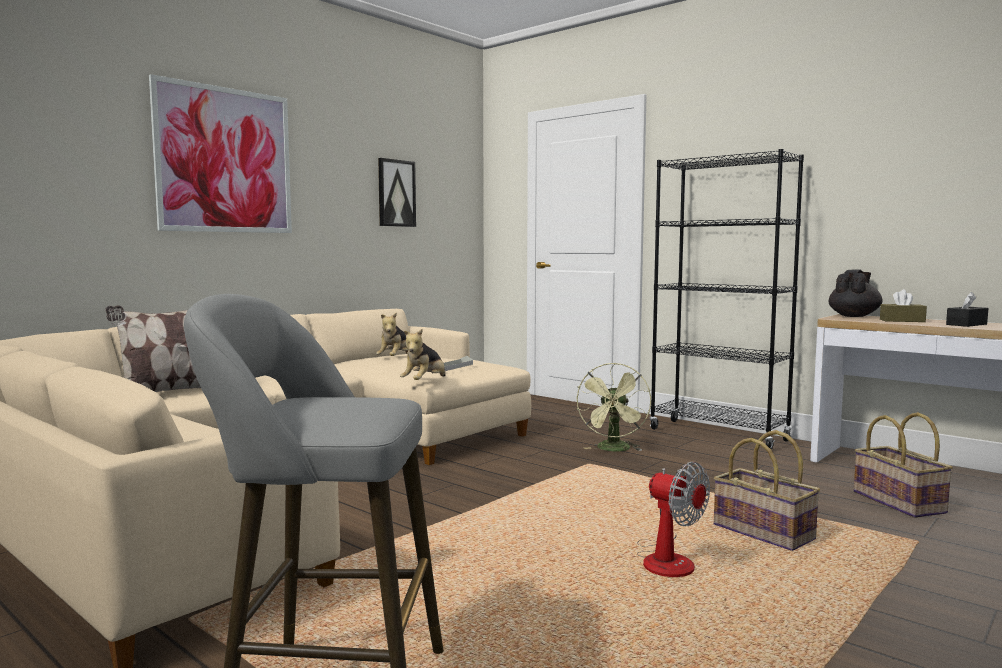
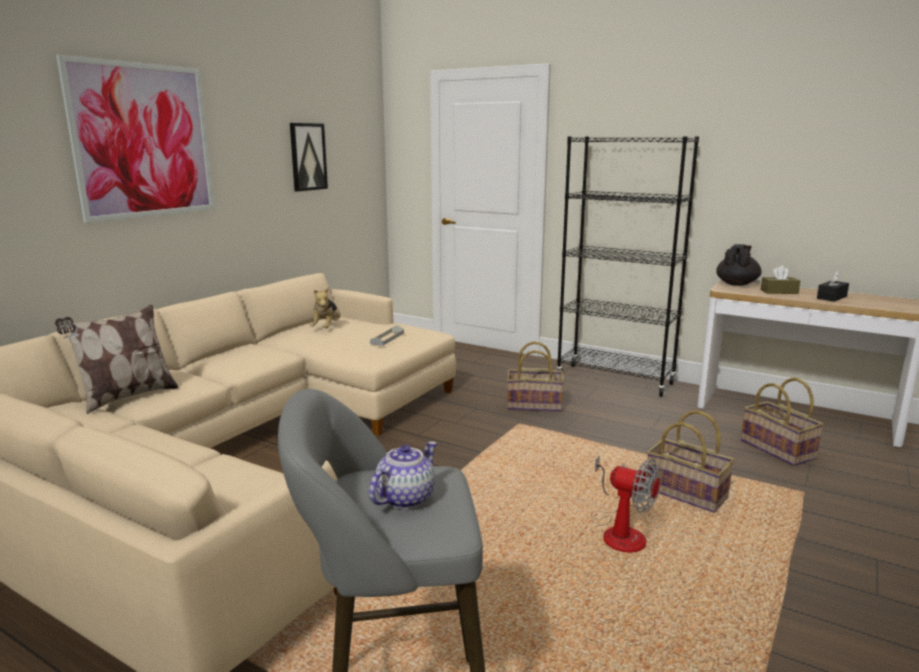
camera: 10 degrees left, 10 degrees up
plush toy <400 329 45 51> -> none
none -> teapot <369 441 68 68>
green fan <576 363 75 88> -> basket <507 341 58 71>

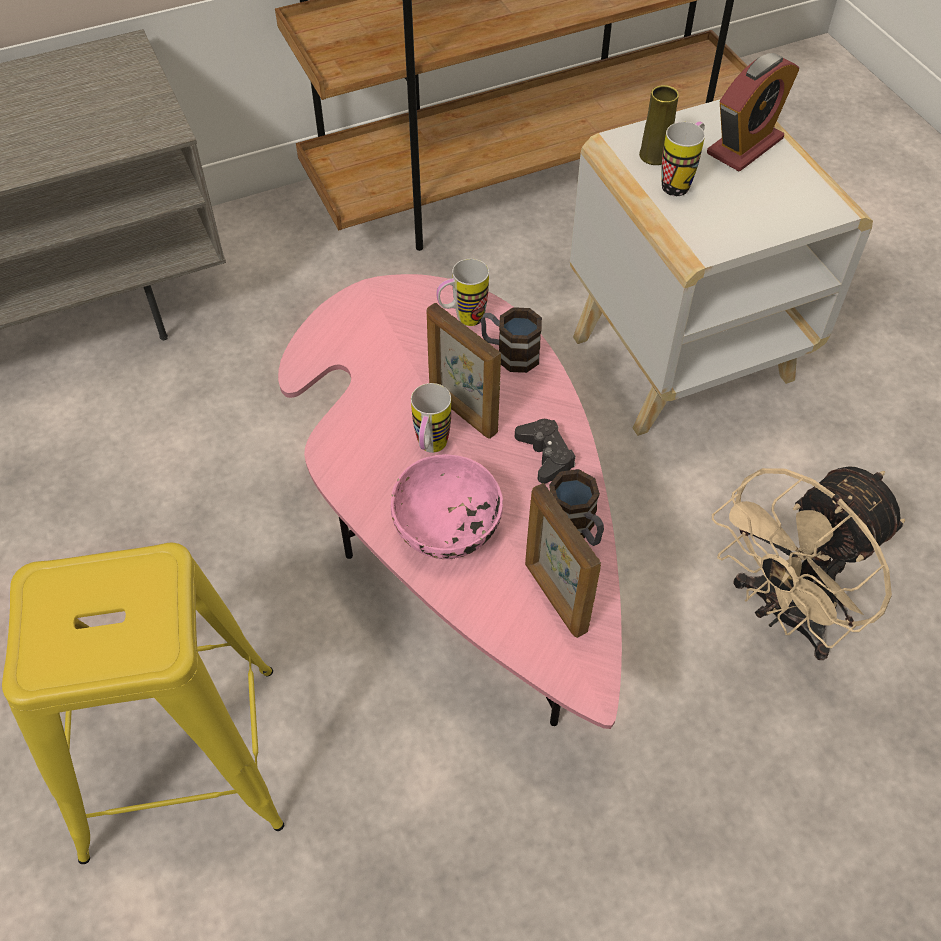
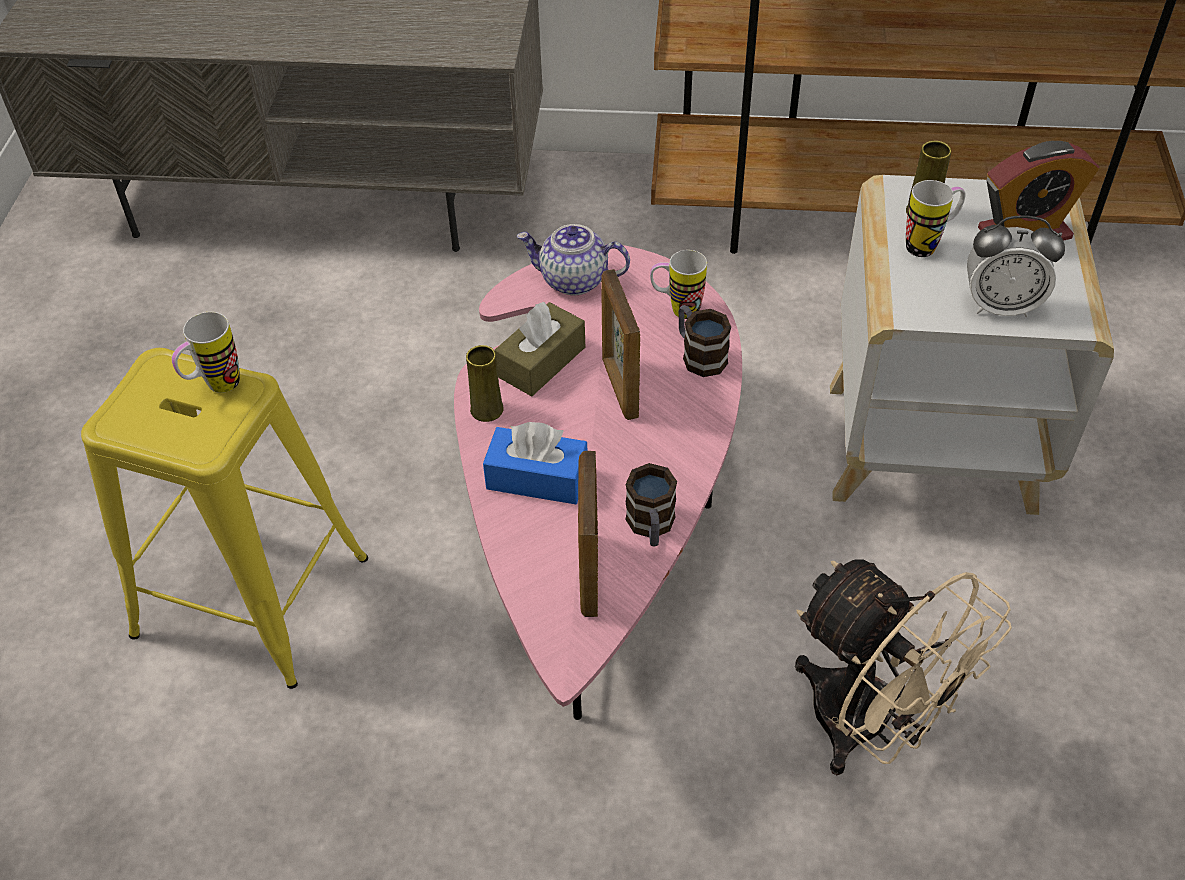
camera: 30 degrees right, 5 degrees down
black game controller <515 419 61 65> -> none
none -> yellow vase <466 345 38 77>
none -> brown tissue box <494 302 91 94>
none -> teapot <517 224 113 71>
none -> alarm clock <967 215 98 102>
mug <411 383 40 70> -> mug <172 312 68 81>, shifted
pink bowl <391 454 112 105> -> blue tissue box <483 422 105 82>
beige fan <712 466 193 194> -> beige fan <795 560 217 215>, 120 degrees counterclockwise

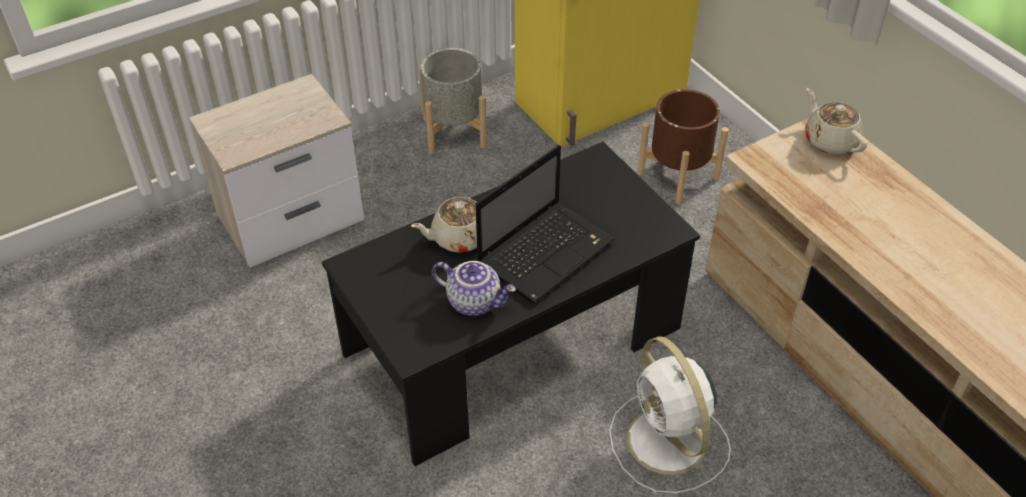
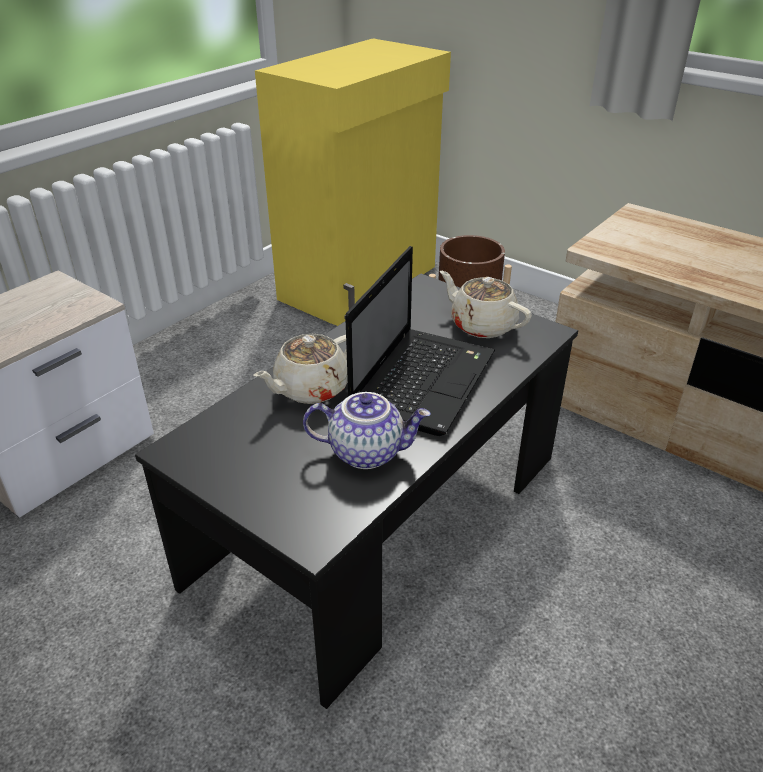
camera: 20 degrees left, 10 degrees down
grey planter <419 48 68 106> -> none
white fan <609 336 122 158> -> none
beige teapot <805 88 62 67> -> beige teapot <440 271 92 67>, shifted

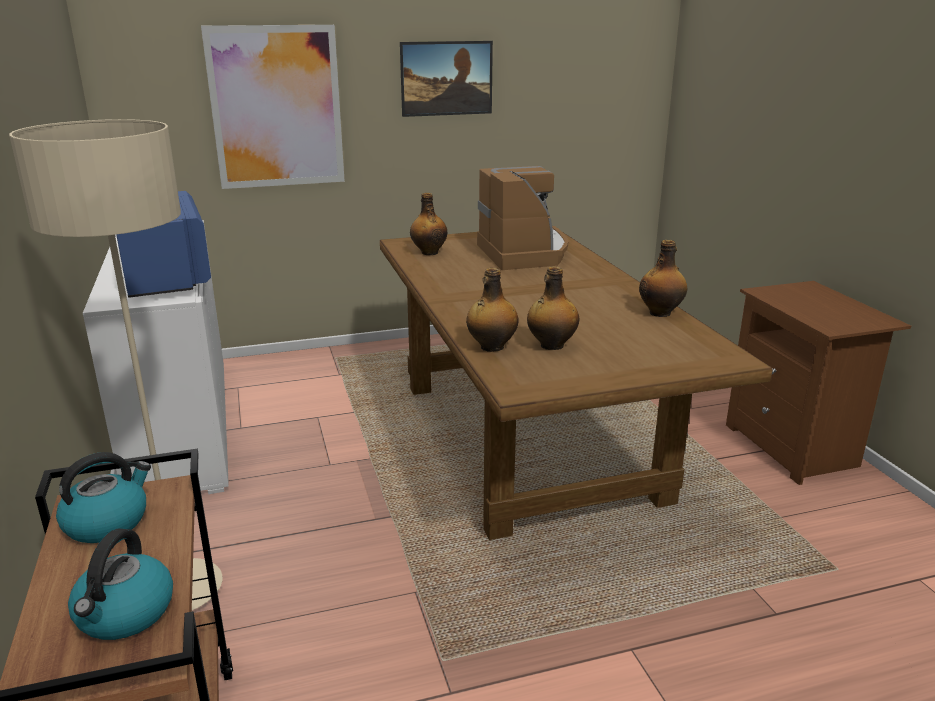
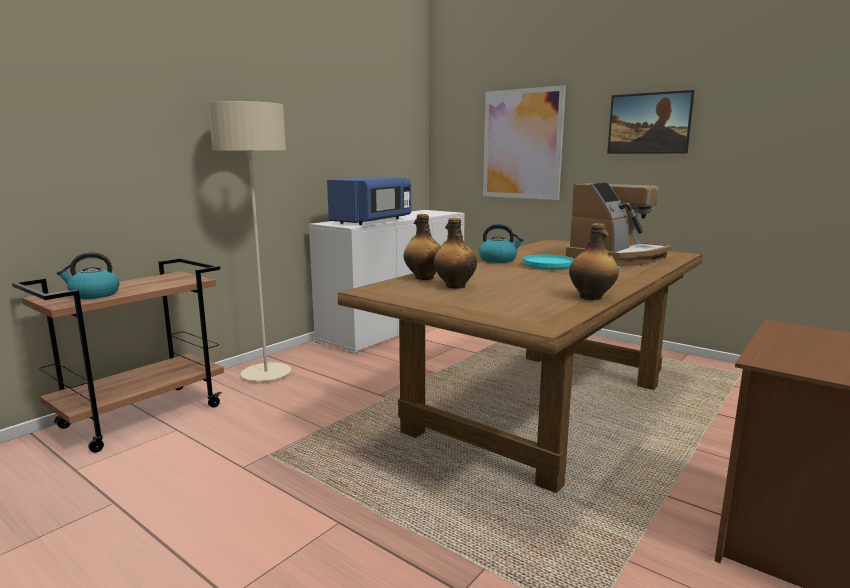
camera: 55 degrees right, 10 degrees down
bottle <410 193 37 62> -> none
none -> turquoise frying pan <523 254 97 16>
kettle <56 452 95 91> -> kettle <479 224 44 39>, shifted

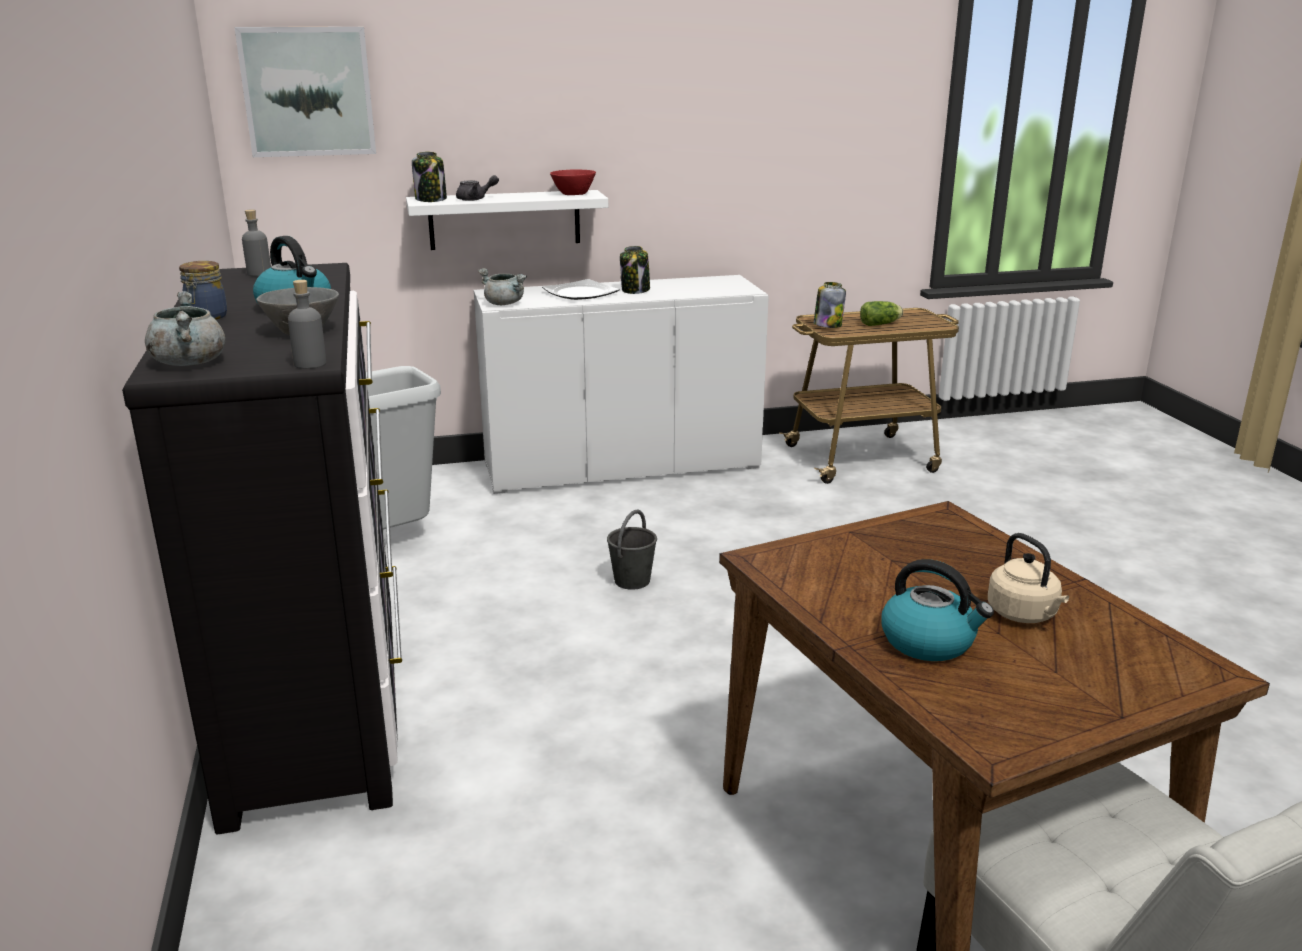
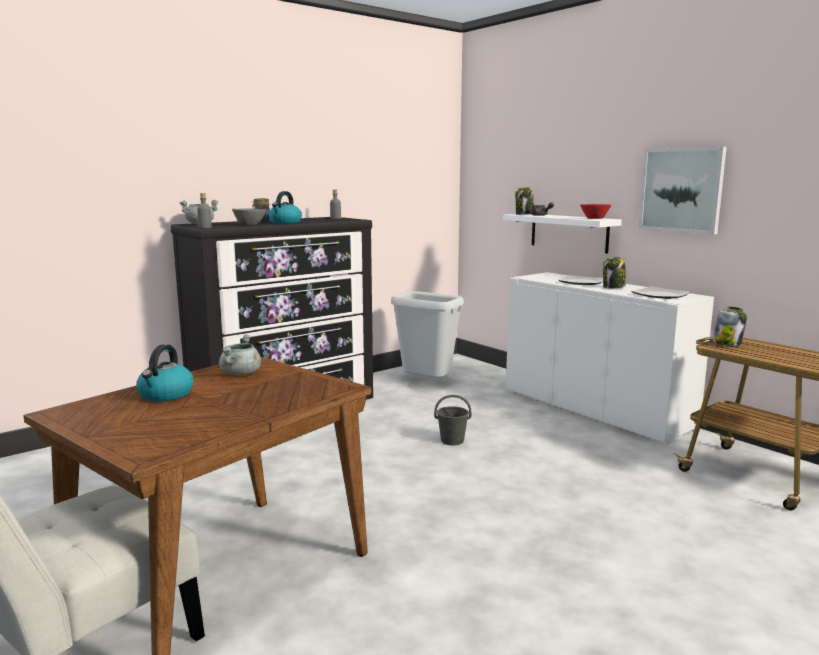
camera: 65 degrees right, 10 degrees down
lettuce <860 301 43 25> -> none
beige kettle <988 533 81 90> -> none
none -> plate <631 286 60 13>
picture <234 27 142 130> -> picture <639 147 88 87>, shifted
grey cooking pot <478 268 49 37> -> grey cooking pot <219 335 42 40>, shifted

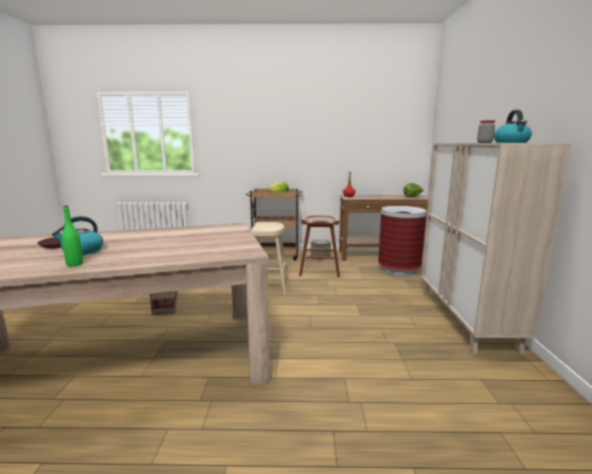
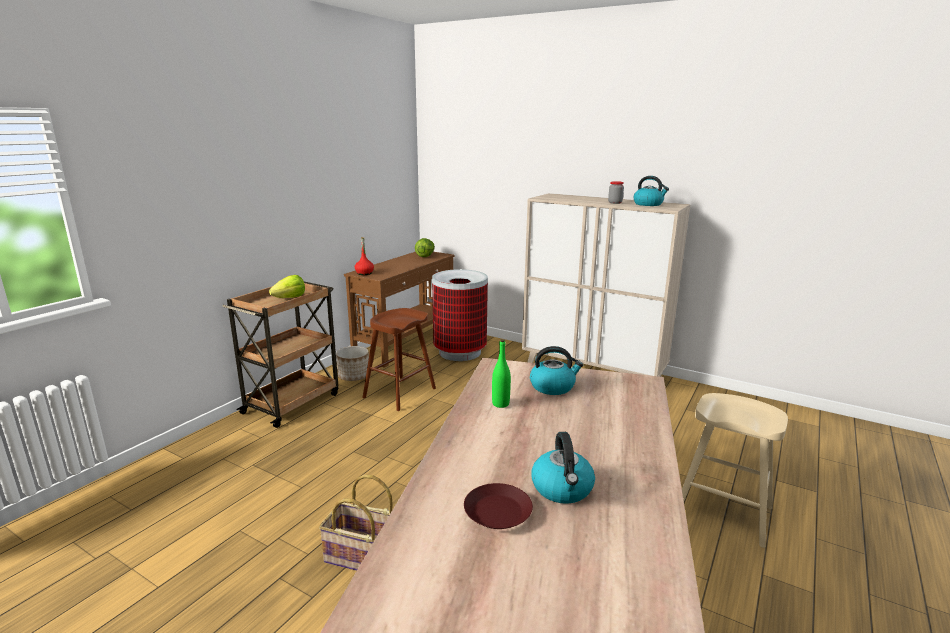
camera: 60 degrees left, 5 degrees up
none -> kettle <530 346 54 49>
green bottle <62 206 21 61> -> green bottle <492 339 19 69>, shifted
beige stool <251 222 38 73> -> beige stool <682 393 106 155>, shifted

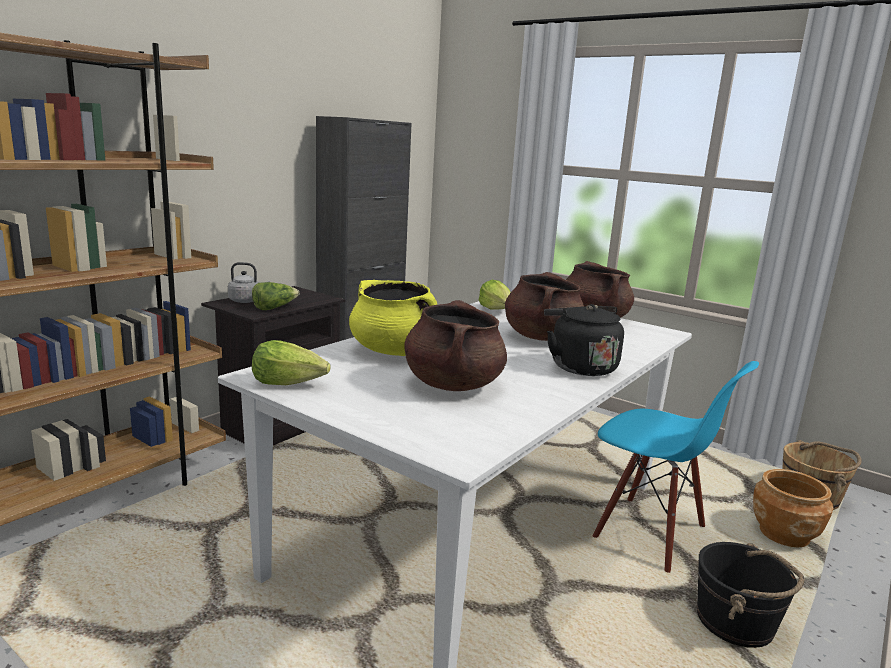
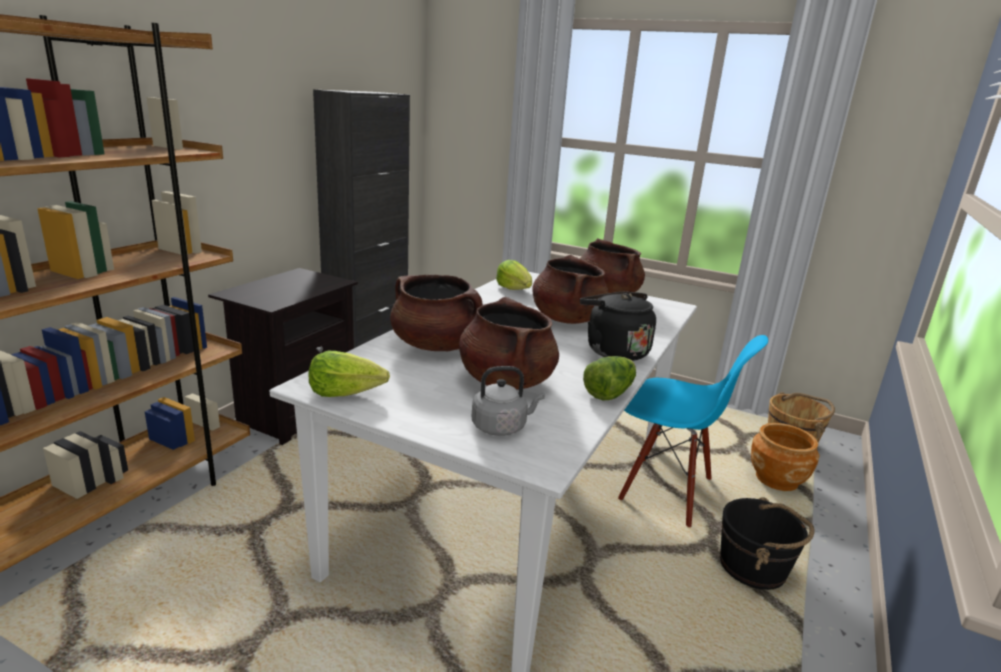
camera: 10 degrees left, 5 degrees up
grey kettle <228 262 41 41> -> grey kettle <472 366 73 70>, shifted
lettuce <252 282 47 28> -> lettuce <583 356 53 45>, shifted
yellow cooking pot <349 280 88 76> -> brown cooking pot <390 275 93 77>

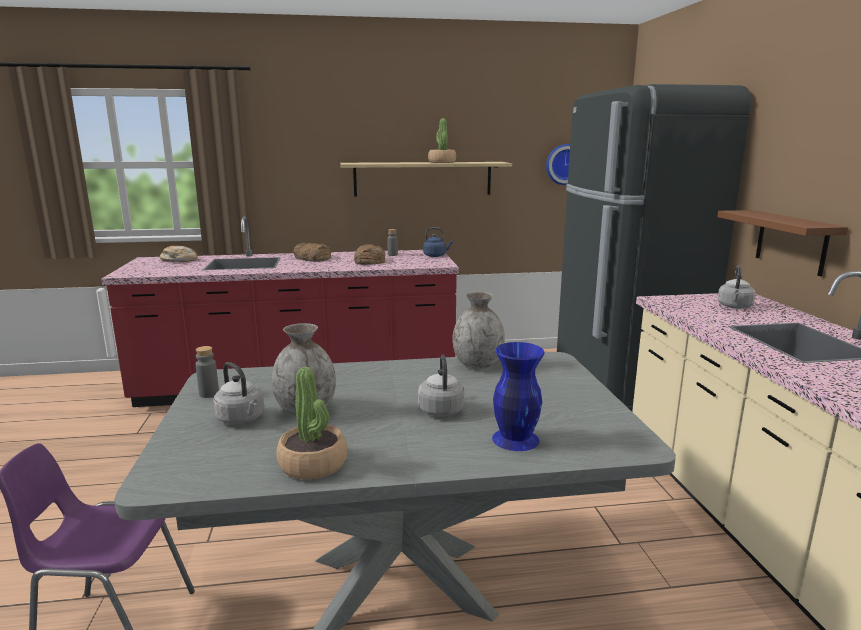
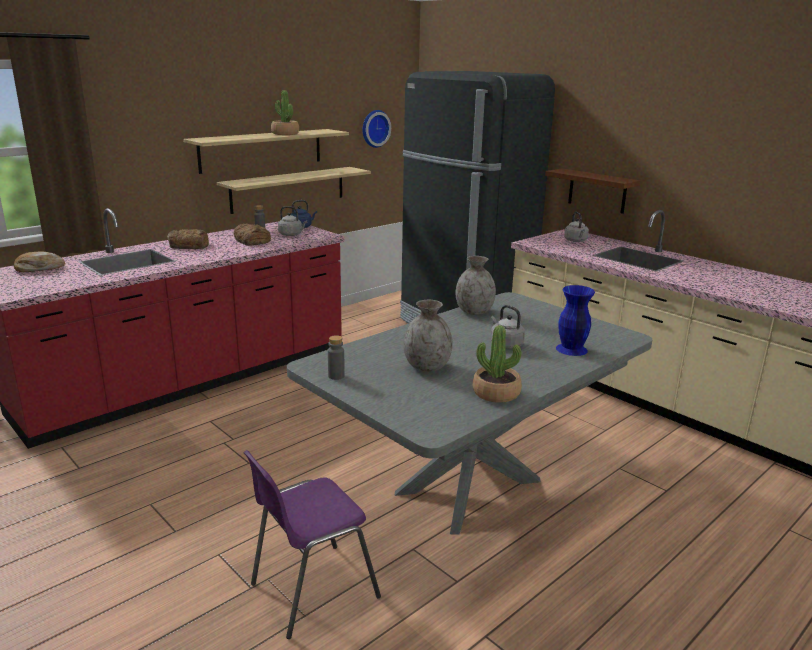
camera: 35 degrees left, 5 degrees up
none -> shelf <217 167 154 47>
grey kettle <213 362 51 62> -> grey kettle <278 206 29 30>, shifted

